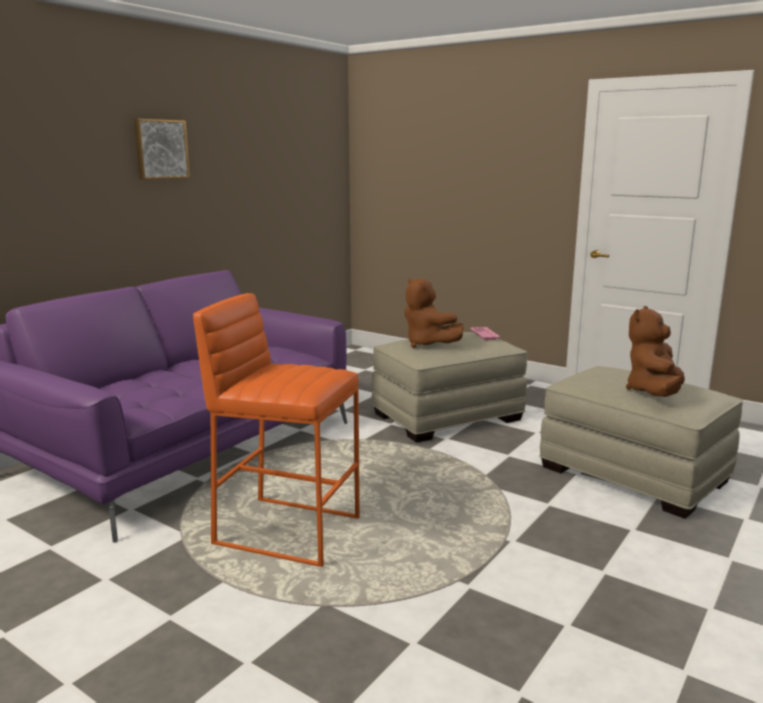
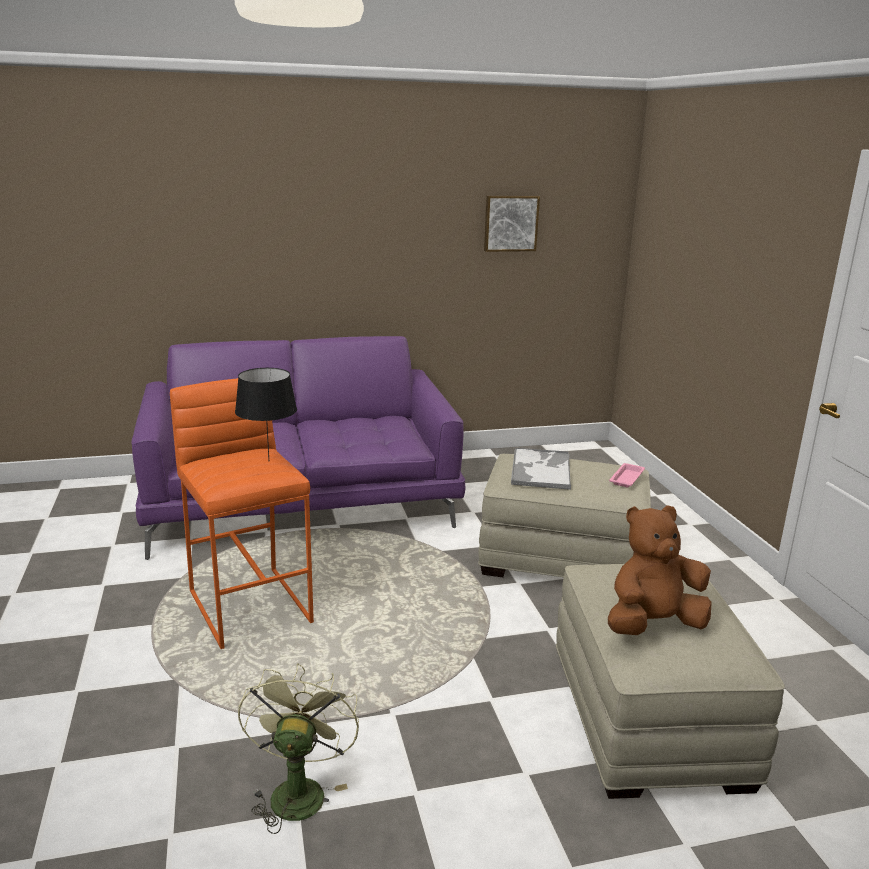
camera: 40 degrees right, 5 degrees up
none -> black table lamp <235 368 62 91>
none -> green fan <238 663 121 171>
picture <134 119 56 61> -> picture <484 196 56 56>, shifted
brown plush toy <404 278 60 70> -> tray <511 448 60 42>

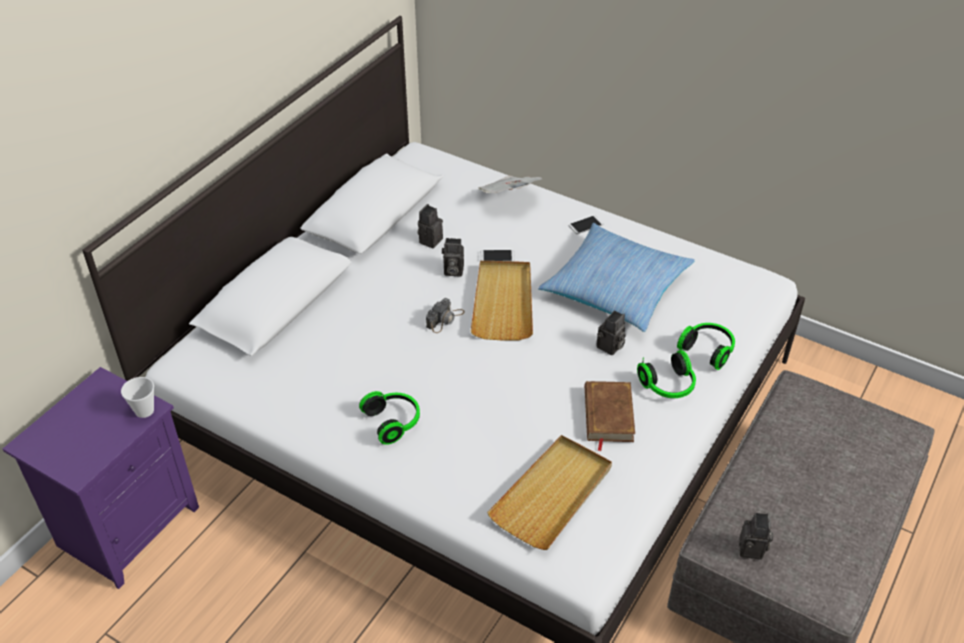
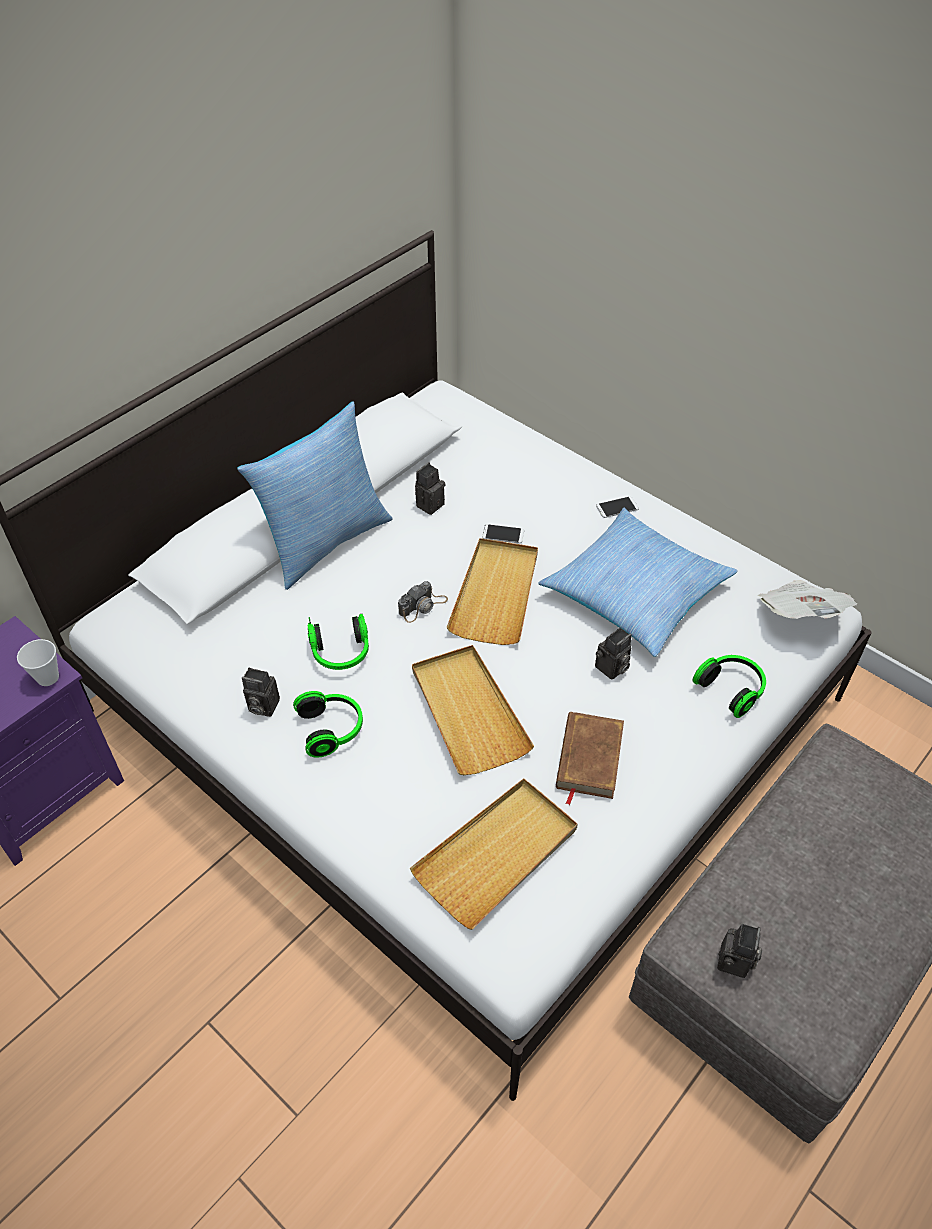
camera: 10 degrees right, 5 degrees up
none -> pillow <237 401 155 189>
none -> beige tray <412 645 122 130>
photo camera <442 238 22 39> -> photo camera <242 668 38 49>, shifted
newspaper <478 176 64 17> -> newspaper <758 580 99 39>, shifted
headphones <637 350 59 48> -> headphones <307 614 62 56>, shifted

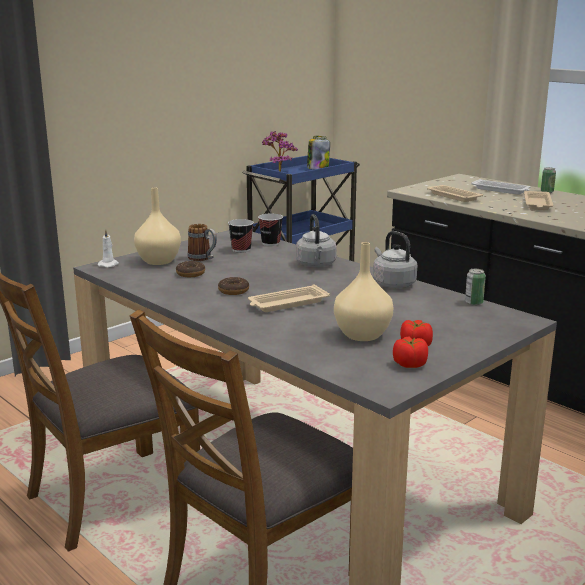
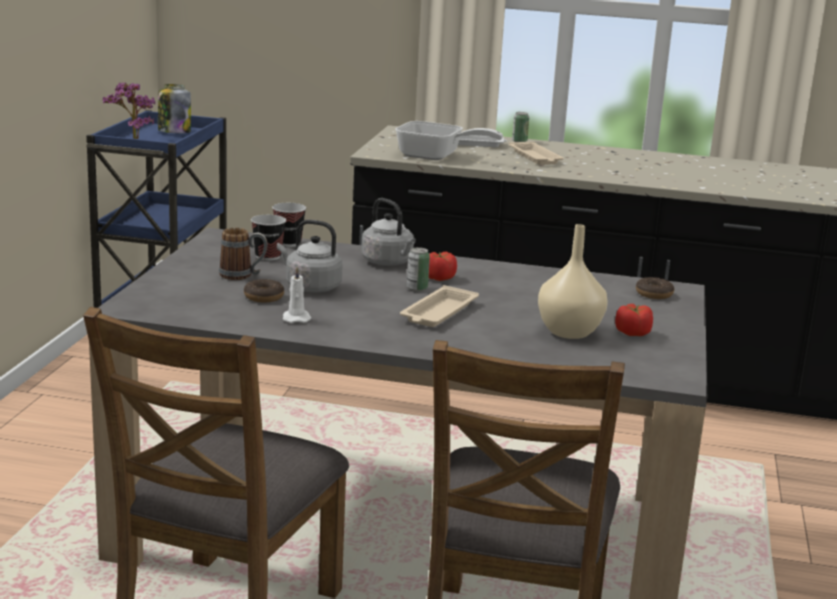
camera: 35 degrees left, 0 degrees up
beige vase <134 188 47 77> -> none
white candle <98 229 21 39> -> white candle <283 266 28 57>, shifted
donut <218 277 31 18> -> donut <636 277 38 22>, shifted
grey kettle <373 231 44 57> -> grey kettle <277 220 65 72>, shifted
tomato <393 336 35 32> -> tomato <429 252 28 29>, shifted
can <465 269 21 37> -> can <407 247 23 44>, shifted
beige tray <427 185 56 17> -> frying pan <395 121 108 39>

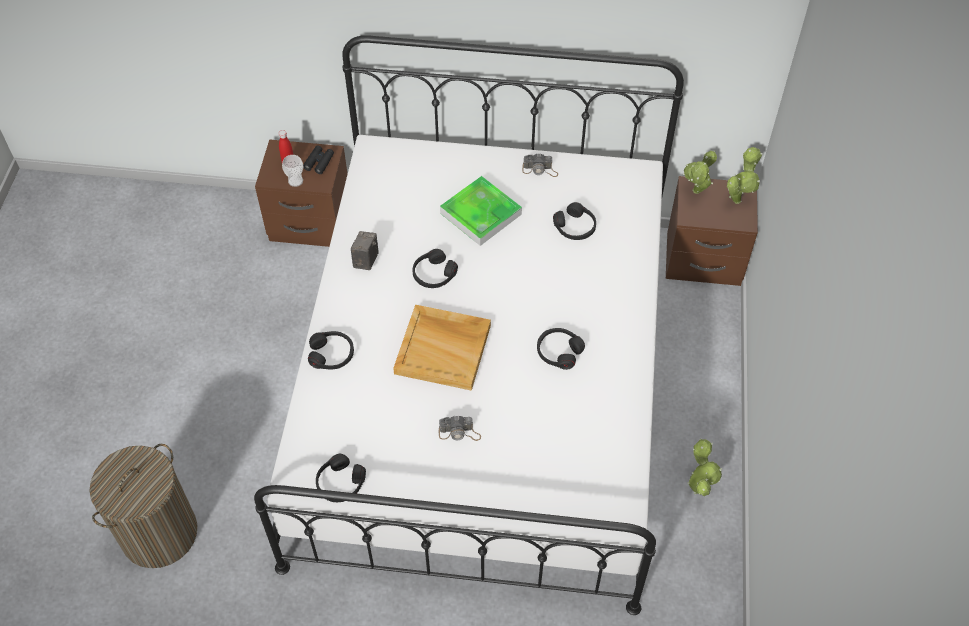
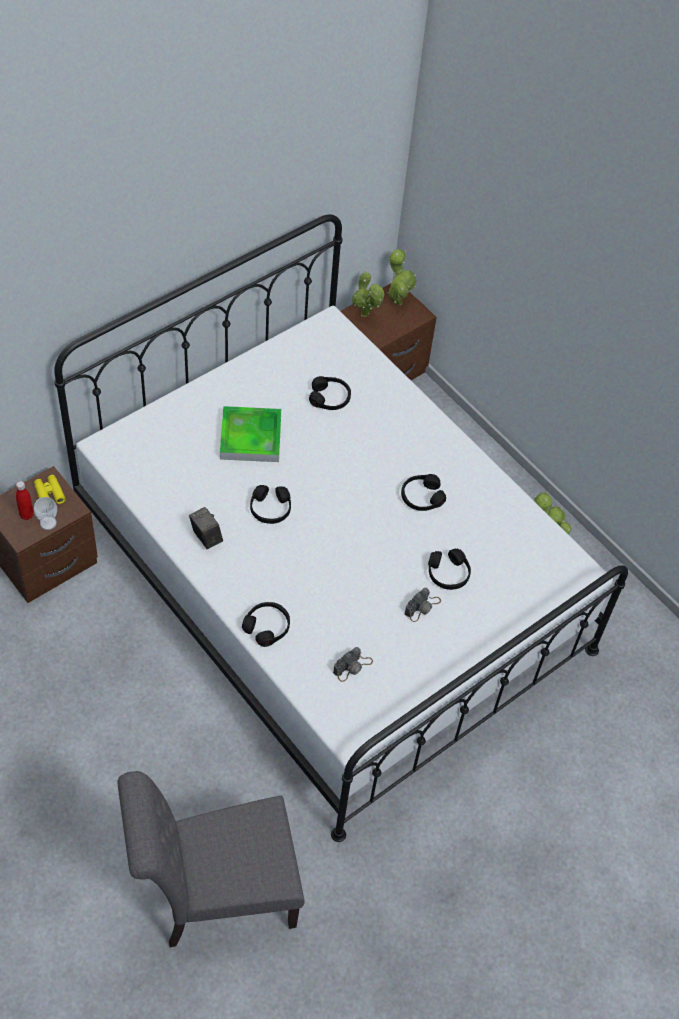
camera: 50 degrees left, 0 degrees up
beige tray <393 304 98 87> -> none
black headphones <316 454 50 48> -> black headphones <428 549 43 41>, shifted
photo camera <522 153 36 24> -> photo camera <333 647 40 35>, shifted
laundry basket <89 444 108 124> -> grey chair <118 771 187 176>
black binoculars <303 146 31 28> -> yellow binoculars <34 475 32 29>

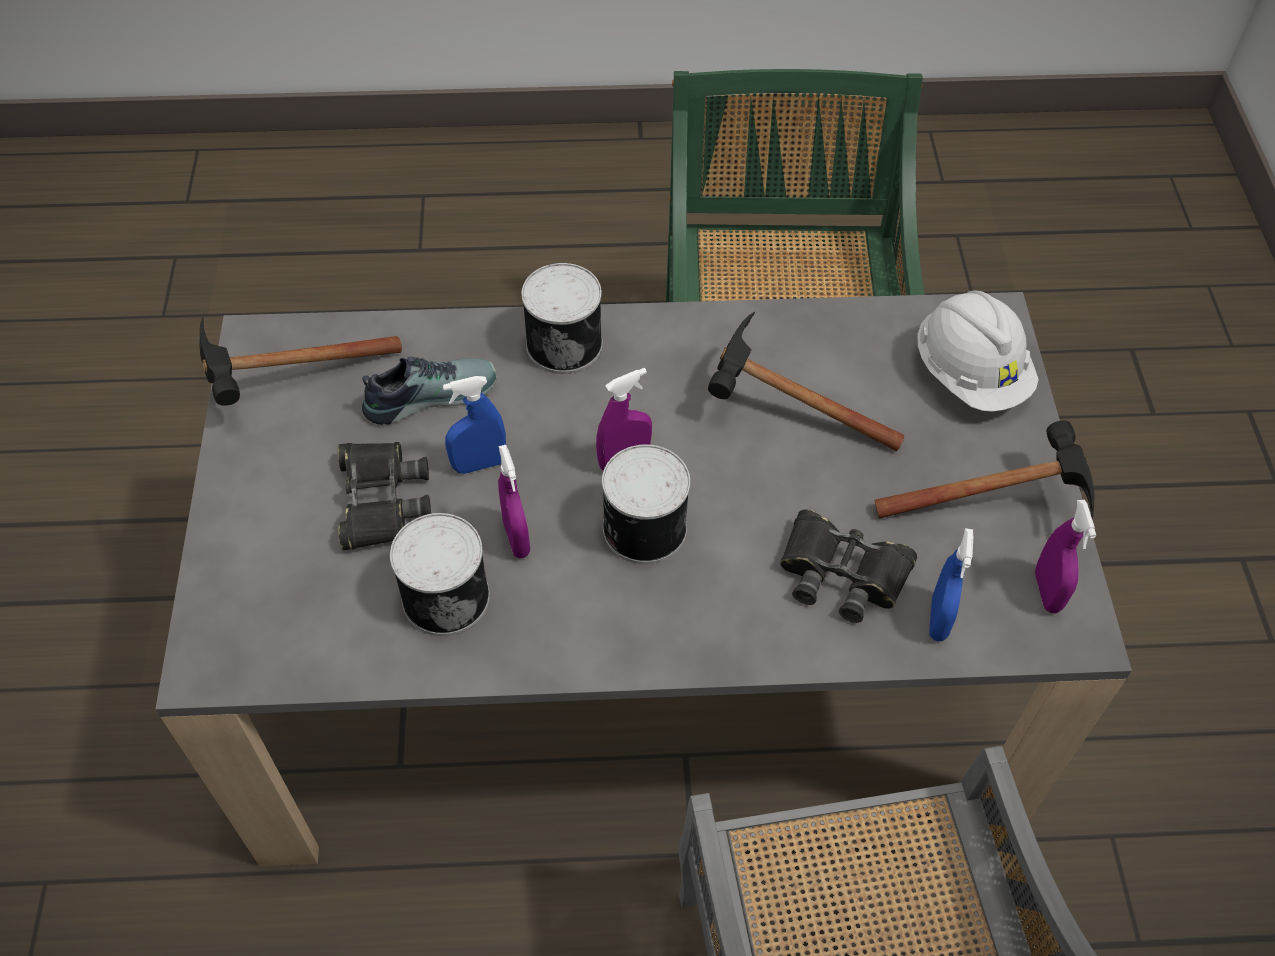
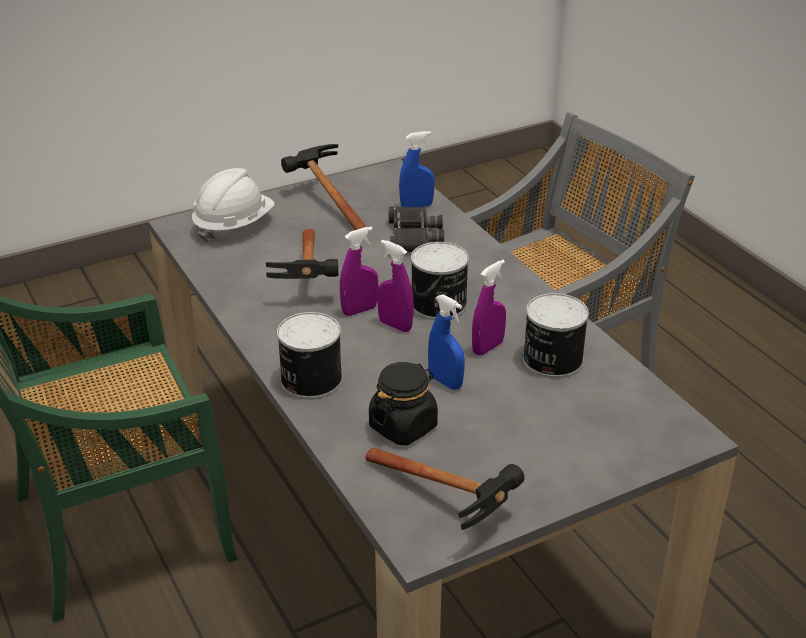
camera: 115 degrees left, 20 degrees down
black binoculars <338 442 93 108> -> none
purple spray bottle <1035 500 61 113> -> purple spray bottle <340 226 38 90>, shifted
shoe <362 356 135 69> -> black jar <369 362 69 83>

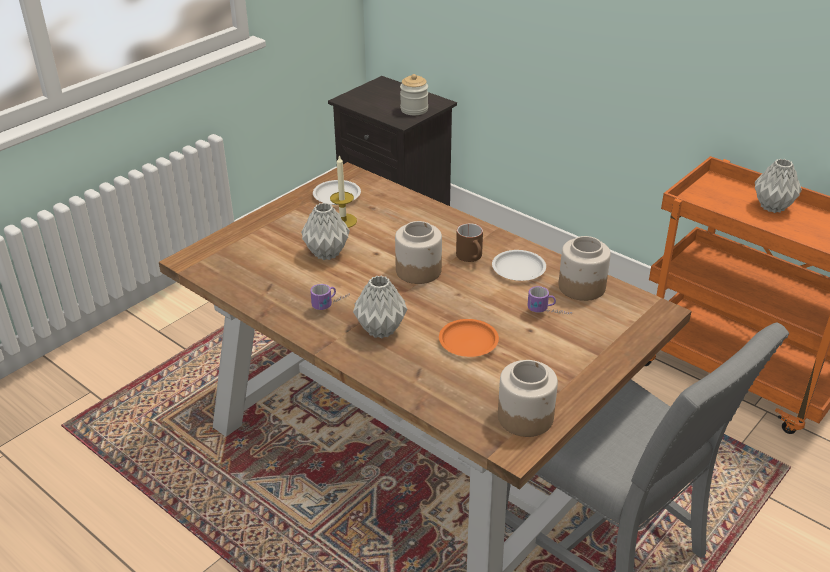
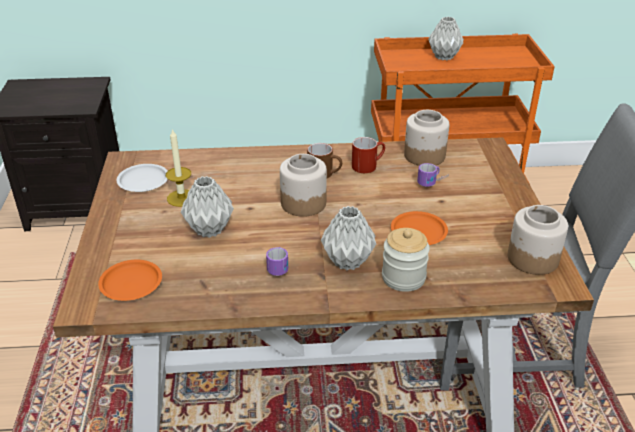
camera: 45 degrees left, 0 degrees up
none -> orange plate <98 260 64 41>
jar <400 74 28 41> -> jar <382 228 48 64>, shifted
white plate <492 250 54 31> -> red mug <352 137 33 36>

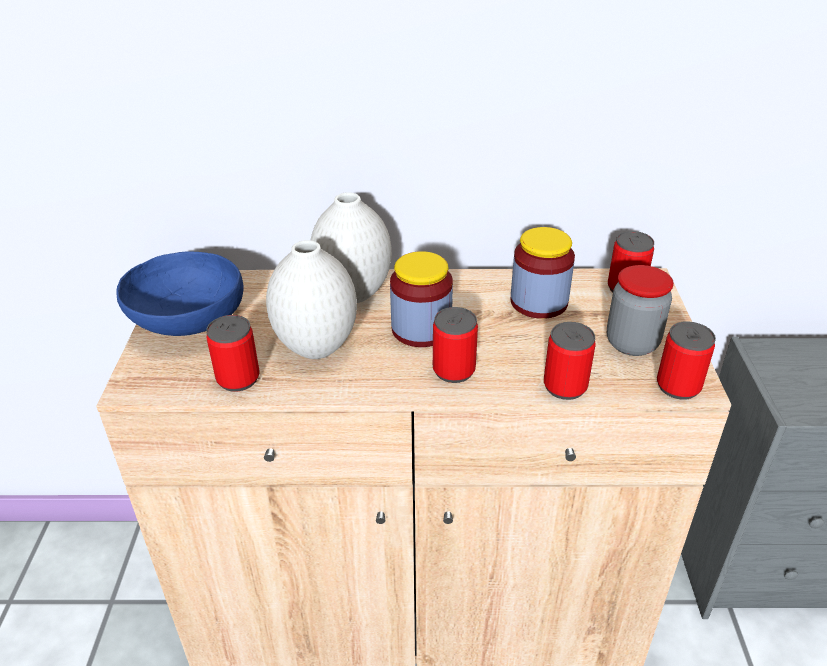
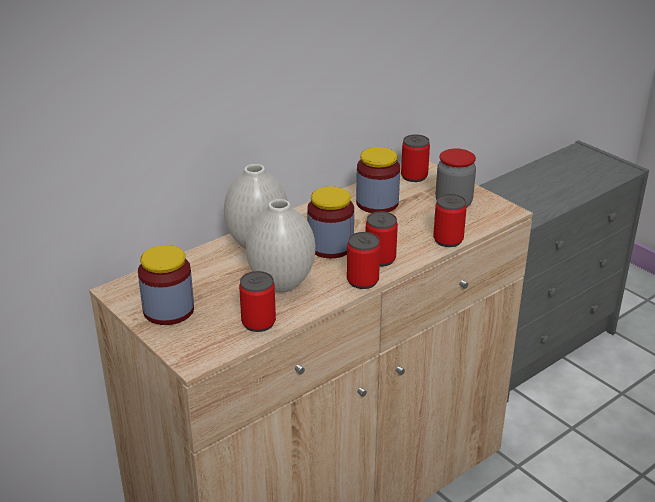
camera: 40 degrees left, 5 degrees down
can <657 321 59 79> -> can <347 232 33 57>, shifted
blue bowl <117 251 126 85> -> jar <138 245 56 80>

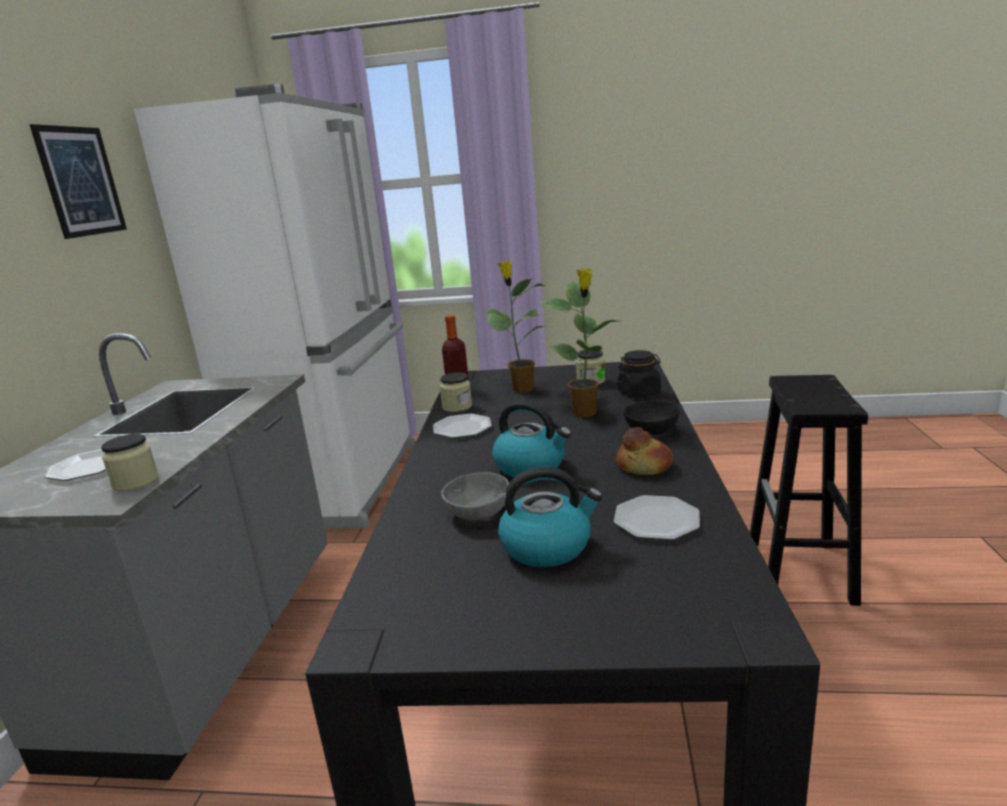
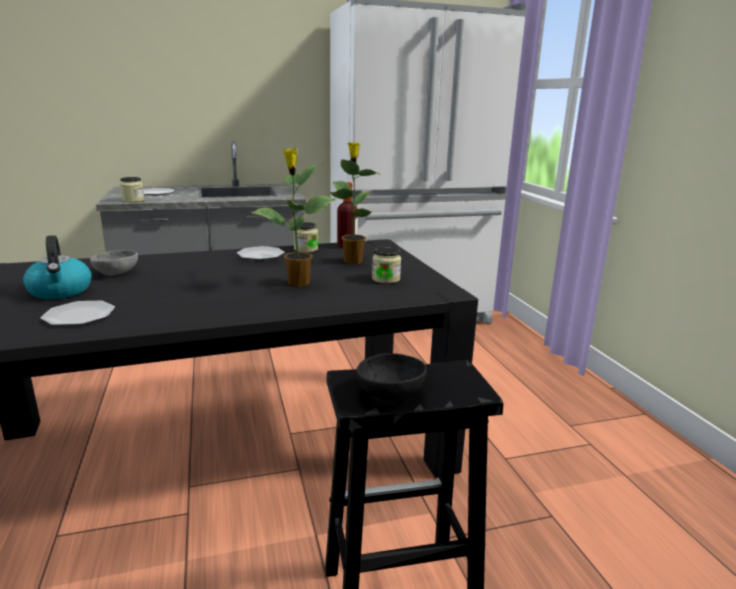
camera: 65 degrees right, 0 degrees up
picture <29 124 98 115> -> none
kettle <492 401 79 76> -> none
bread <616 427 57 48> -> none
black jar <617 350 44 48> -> none
black bowl <624 400 56 35> -> black bowl <356 353 71 48>, shifted

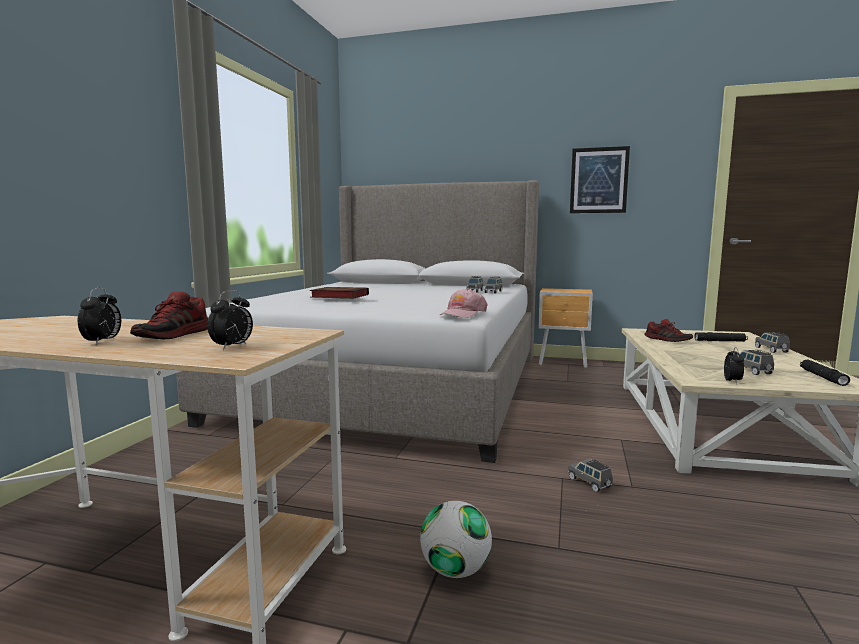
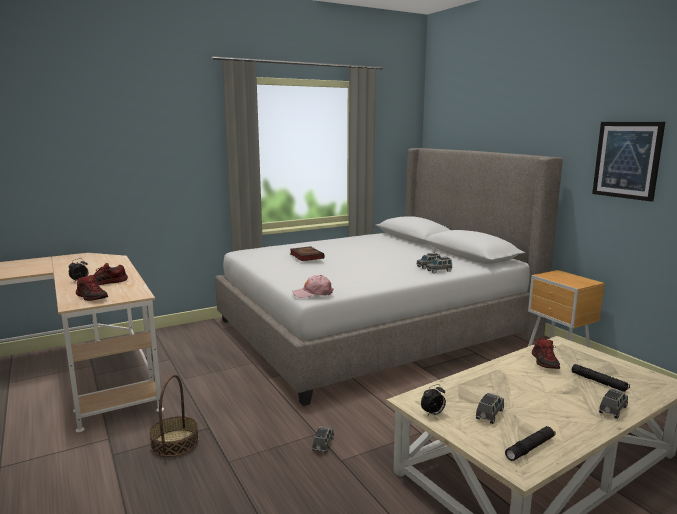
camera: 45 degrees right, 5 degrees up
alarm clock <207 290 46 60> -> shoe <76 275 32 26>
football <420 501 72 77> -> basket <149 375 50 82>

